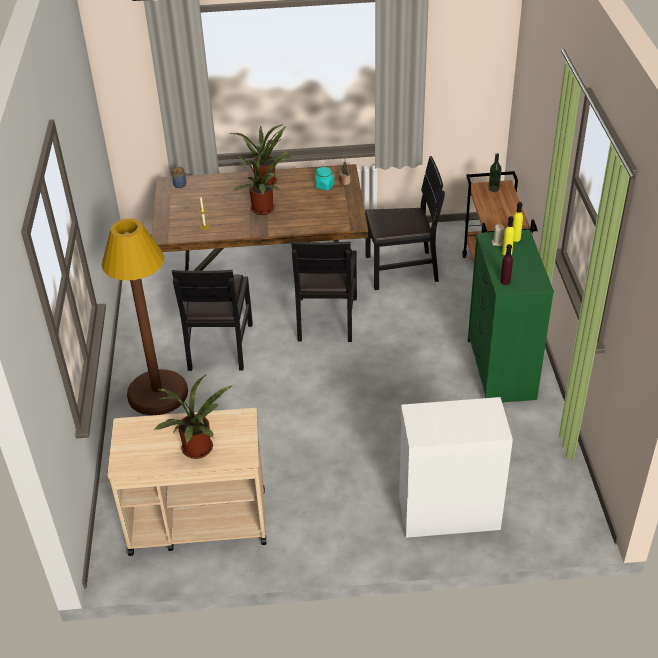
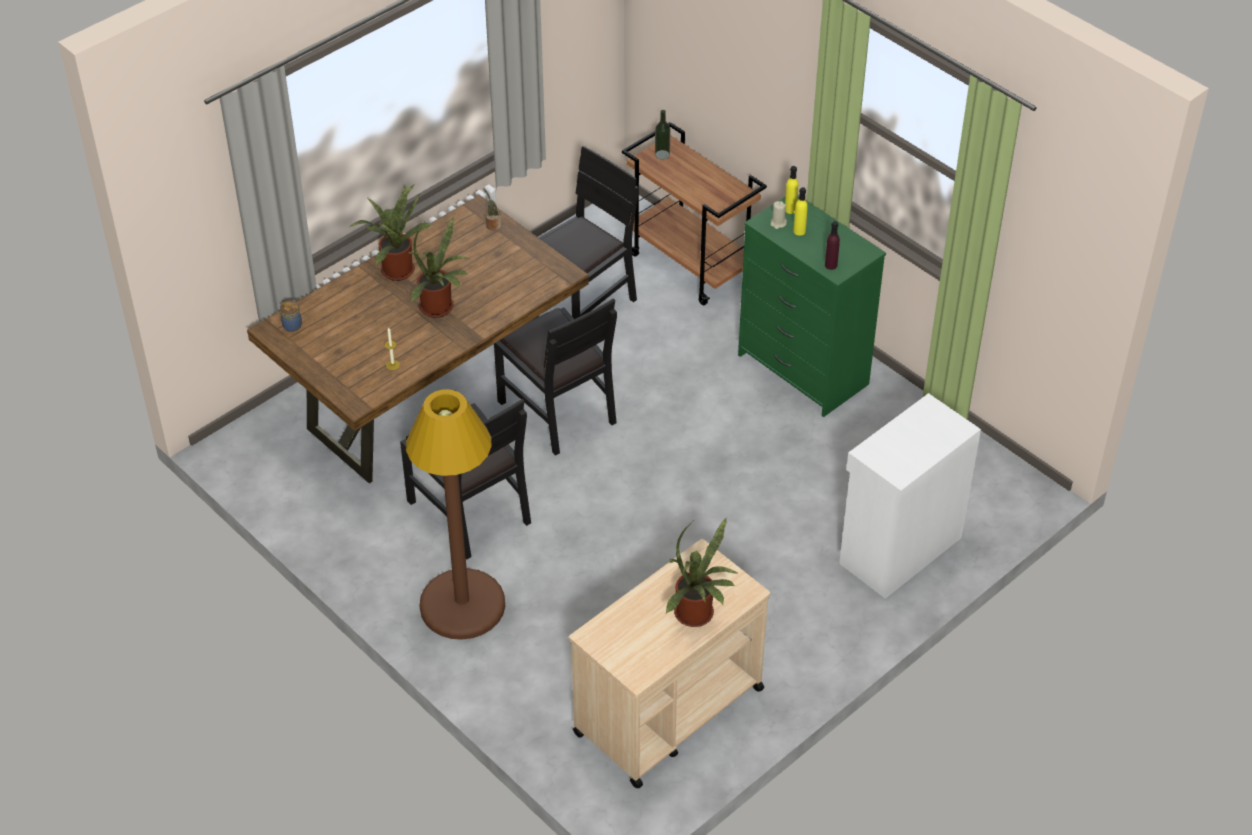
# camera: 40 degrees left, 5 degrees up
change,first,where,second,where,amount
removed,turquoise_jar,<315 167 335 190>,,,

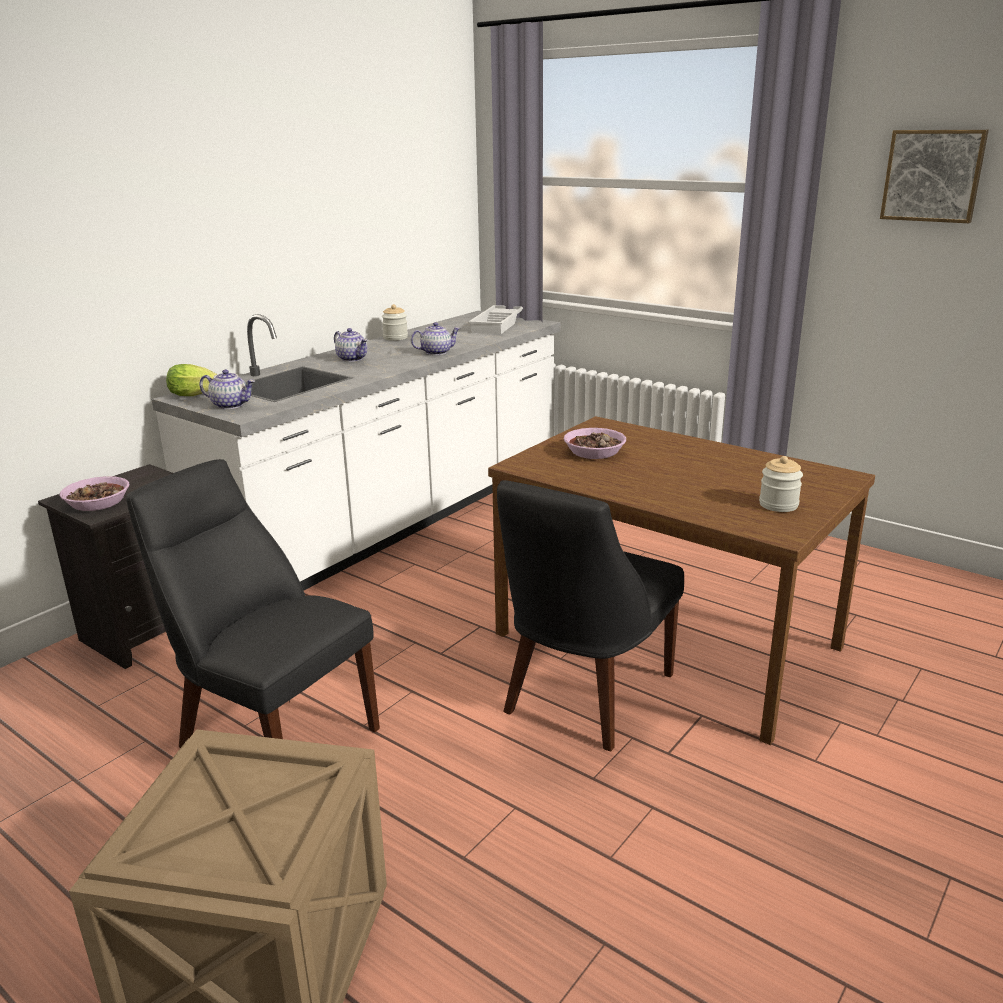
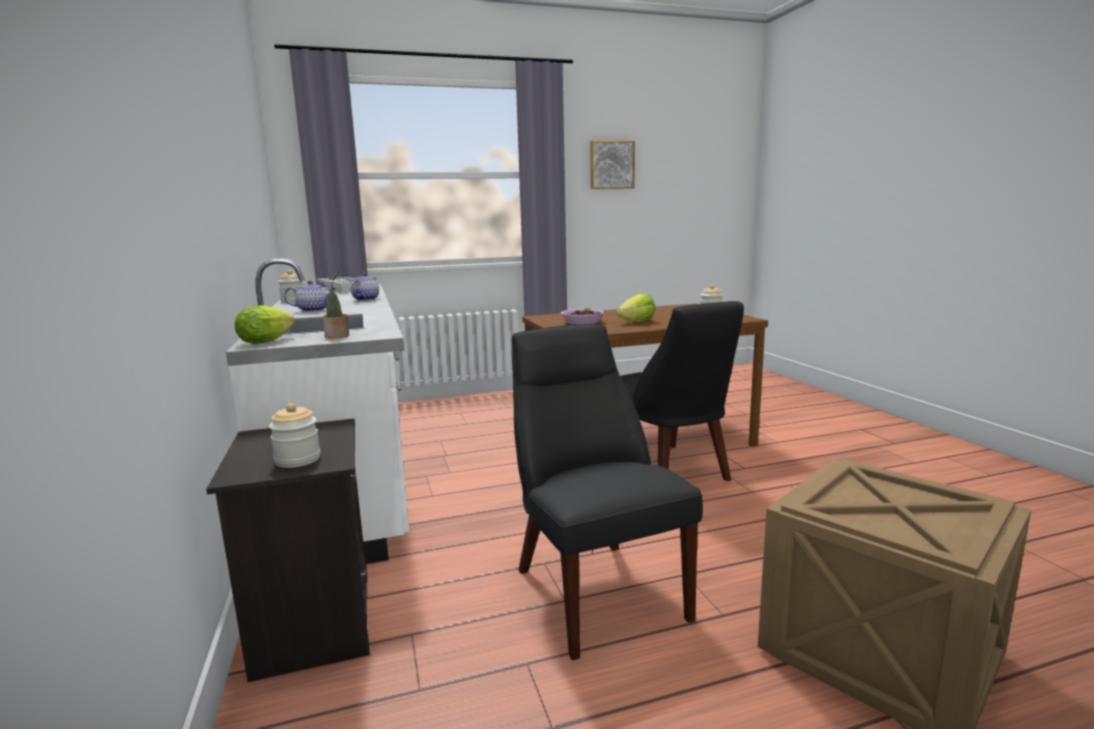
# camera: 55 degrees left, 10 degrees down
change,first,where,second,where,amount
added,,,lettuce,<617 293 656 322>,
replaced,bowl,<59 476 129 511>,jar,<269 403 320 468>,
replaced,teapot,<199 370 255 409>,potted_plant,<323 271 349 338>,
turned,black_chair,<126 459 380 748>,,<512 324 703 660>,90 degrees clockwise

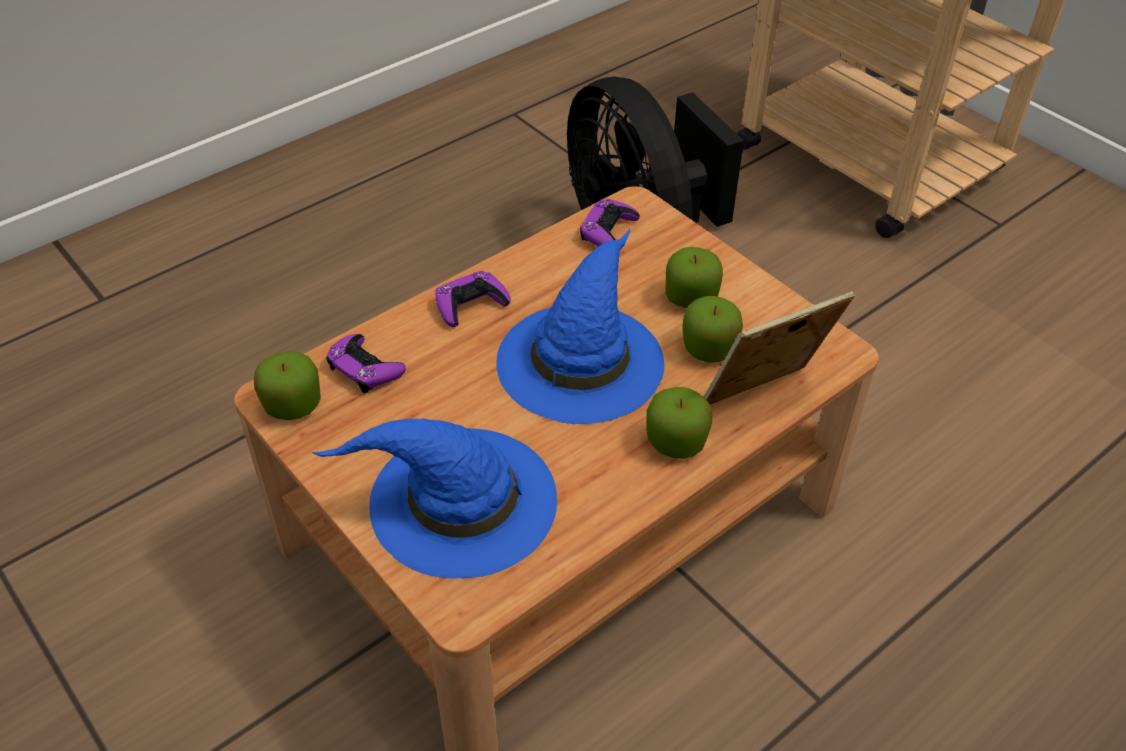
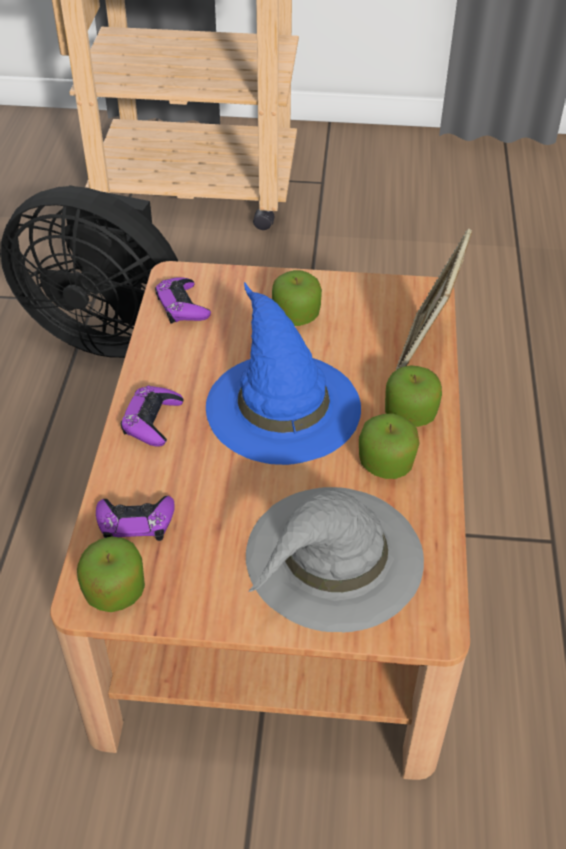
# camera: 45 degrees left, 0 degrees up
change,first,where,second,where,amount
moved,apple,<683 296 743 362>,,<359 413 420 479>,
recoloured,blue_hat,<312 419 557 579>,grey_hat,<246 487 424 632>,

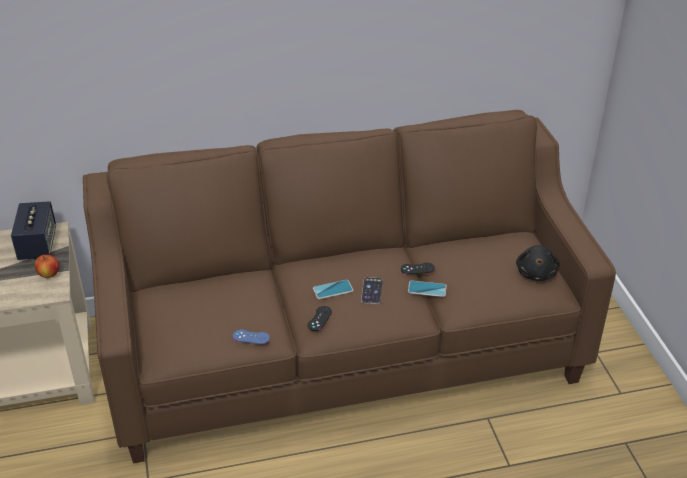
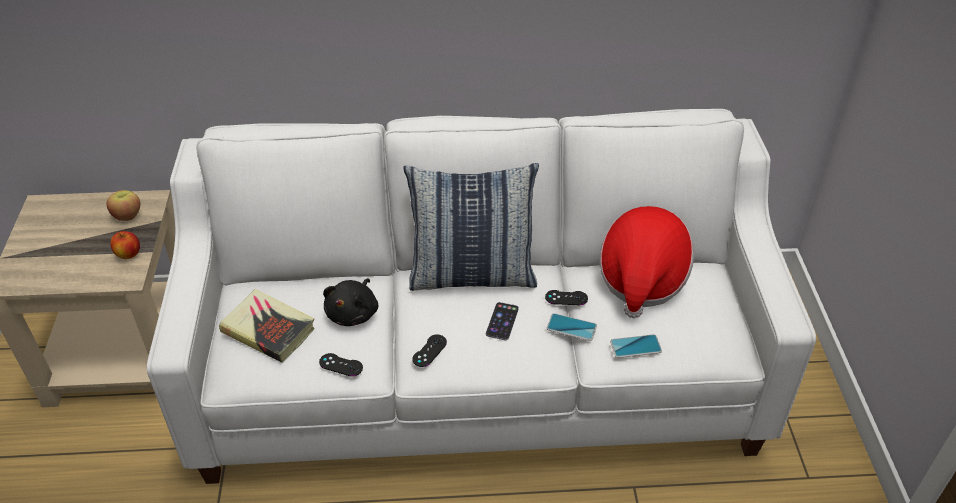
# camera: 10 degrees right, 5 degrees up
change,first,where,second,where,amount
added,,,book,<219 289 315 363>,
added,,,pillow,<403 163 539 291>,
added,,,hat,<599 206 694 318>,
moved,phone,<313 280 353 299>,,<610 334 662 358>,
moved,black_plush_toy,<516 245 560 281>,,<323 278 378 326>,
replaced,speaker,<11 201 56 260>,apple,<107 190 140 221>,
recoloured,brown_sofa,<83 110 616 463>,white_sofa,<147 109 816 484>,
recoloured,blue_game_controller,<233 330 270 344>,black_game_controller,<319 353 363 376>,

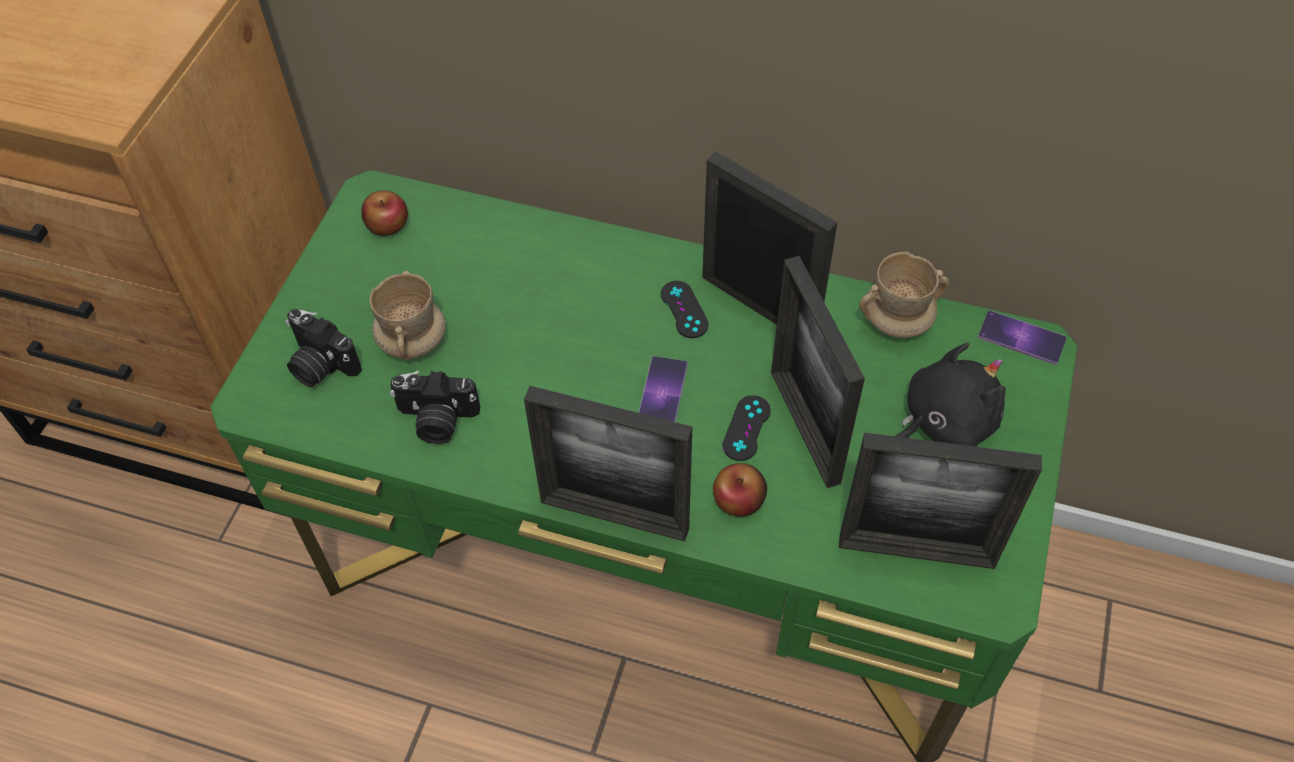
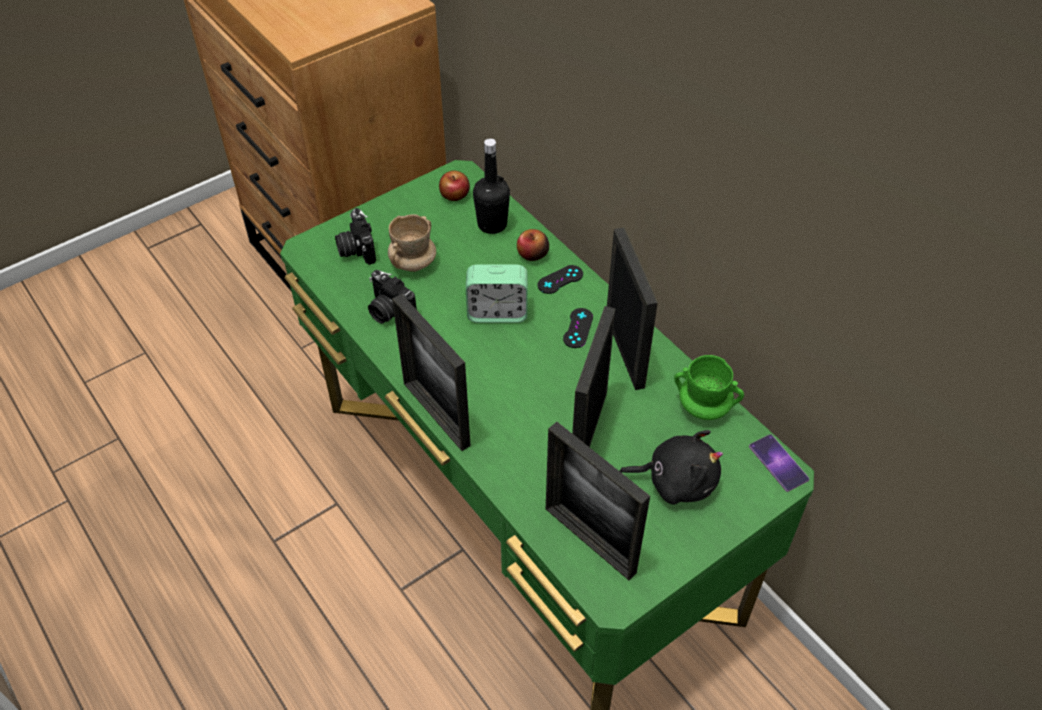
# camera: 35 degrees right, 5 degrees down
change,first,where,second,where,amount
removed,phone,<639 356 688 422>,,,
added,,,alarm_clock,<466 264 528 323>,
added,,,black_bottle,<473 138 510 234>,
moved,apple,<713 463 767 517>,,<517 229 549 261>,
moved,black_game_controller,<722 395 771 461>,,<538 265 583 294>,
recoloured,beige_mug,<859 252 949 338>,green_mug,<674 355 744 420>,

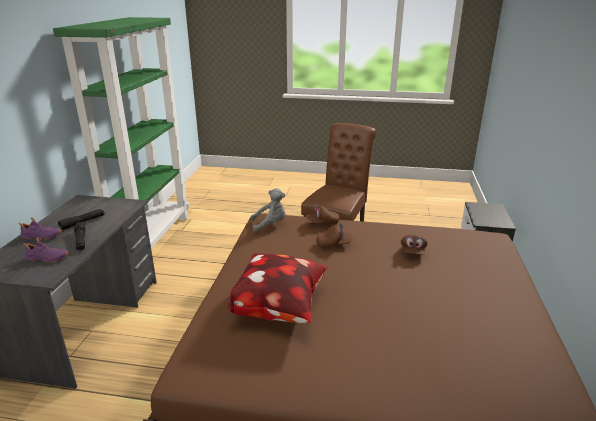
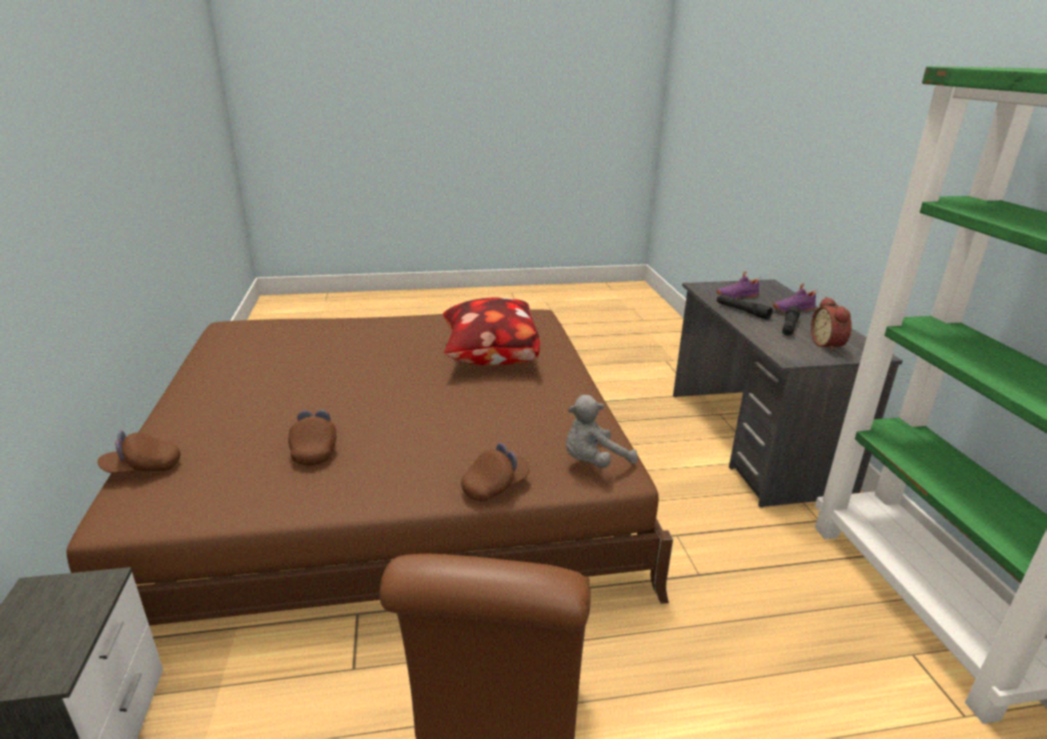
# camera: 160 degrees right, 0 degrees up
change,first,where,second,where,amount
added,,,alarm_clock,<811 297 852 352>,
moved,brown_cap,<316 223 353 248>,,<98 431 180 473>,

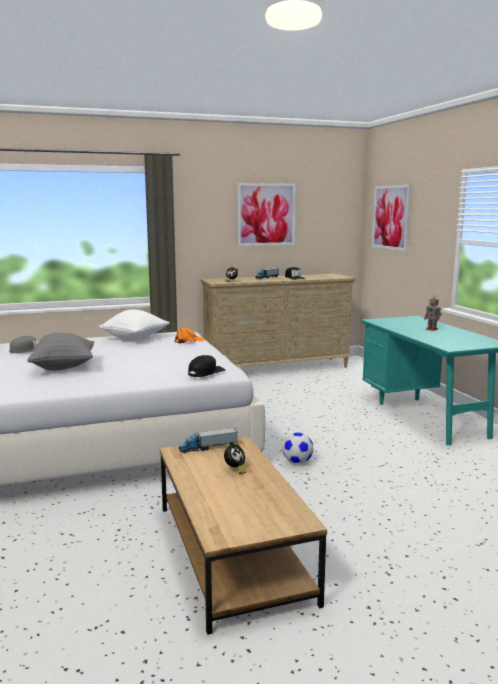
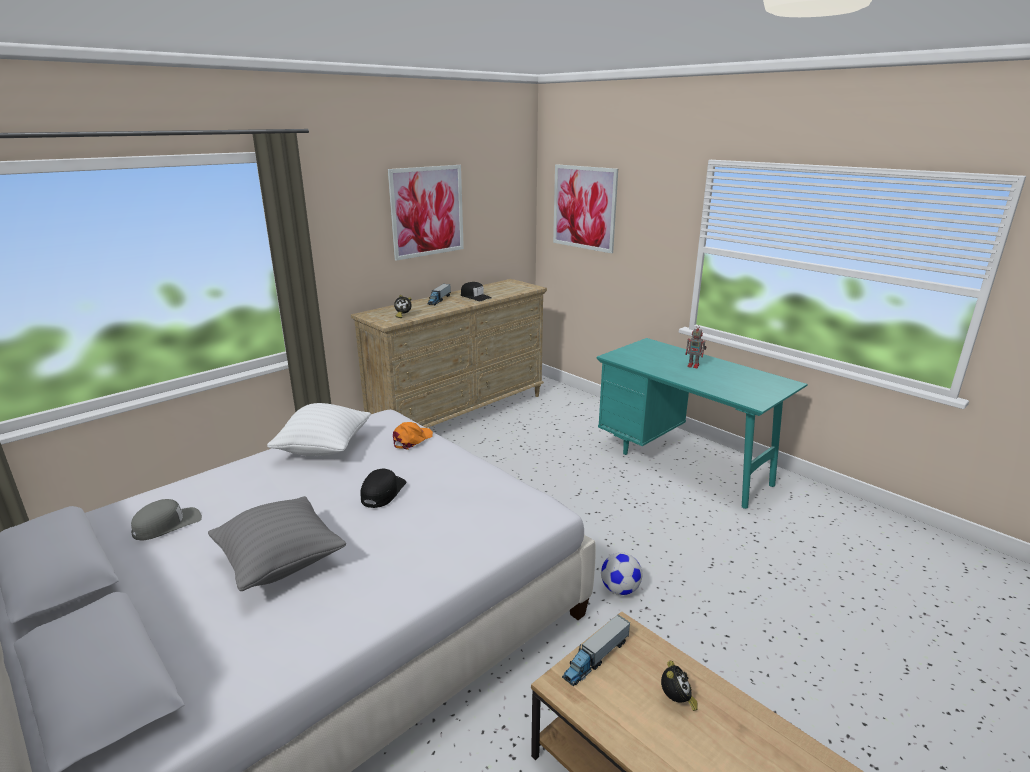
# camera: 25 degrees left, 10 degrees up
change,first,where,second,where,amount
moved,black_cap,<188 355 225 377>,,<360 469 406 508>,

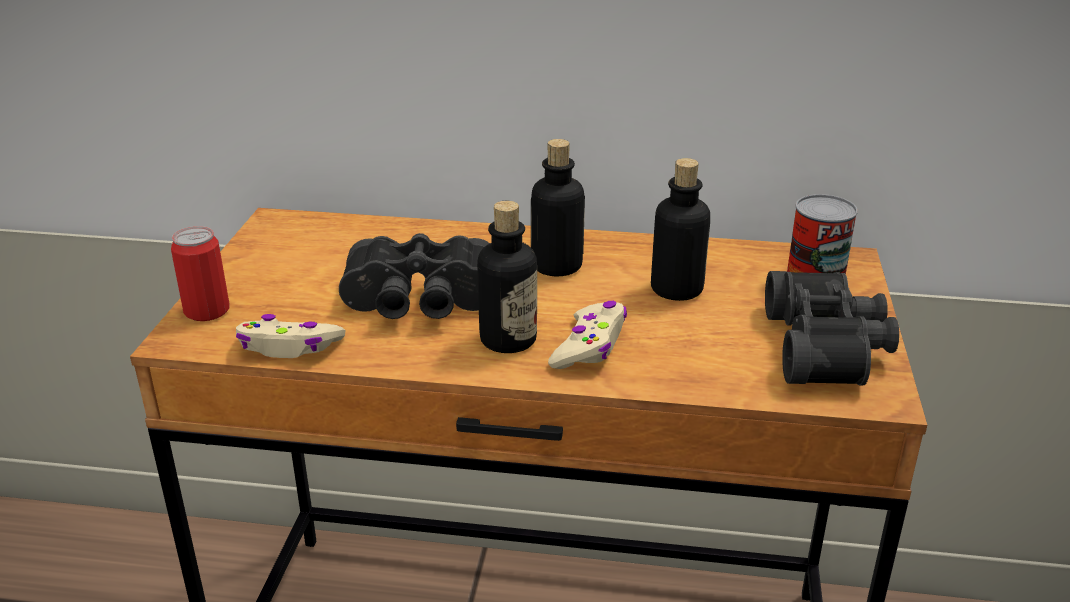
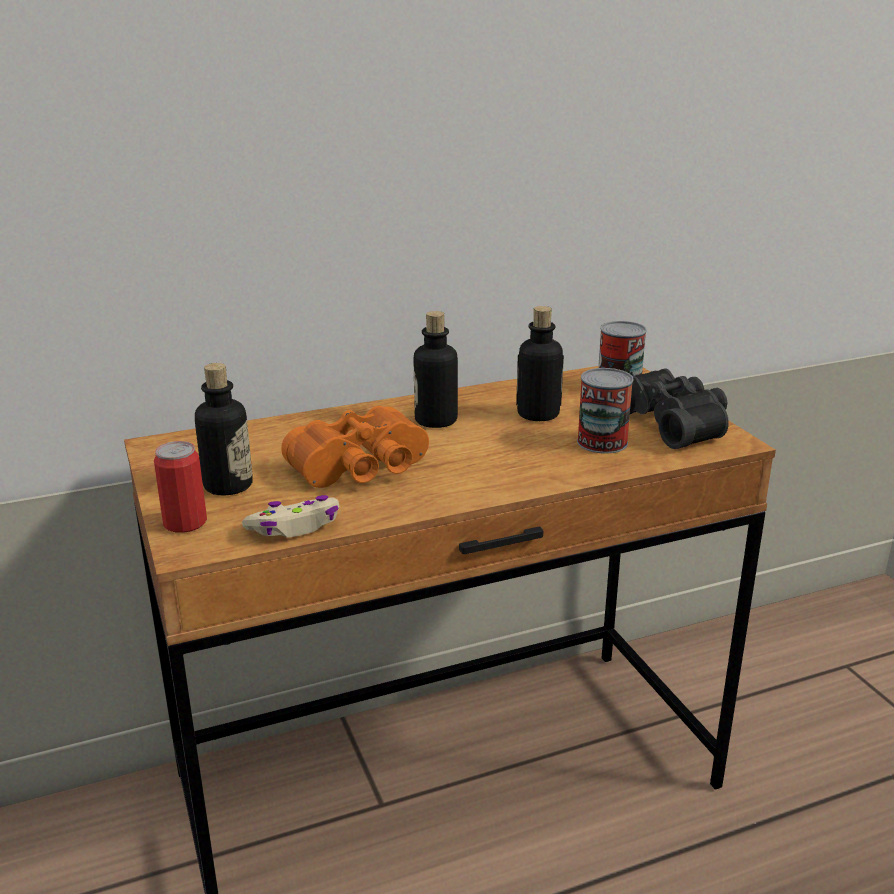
# camera: 30 degrees left, 5 degrees down
change,first,where,second,where,amount
removed,beige_game_controller,<548 301 627 369>,,,
added,,,can,<577 368 633 454>,
moved,bottle,<477 201 537 353>,,<195 363 253 495>,
recoloured,black_binoculars,<339 233 490 319>,orange_binoculars,<281 406 429 488>,

